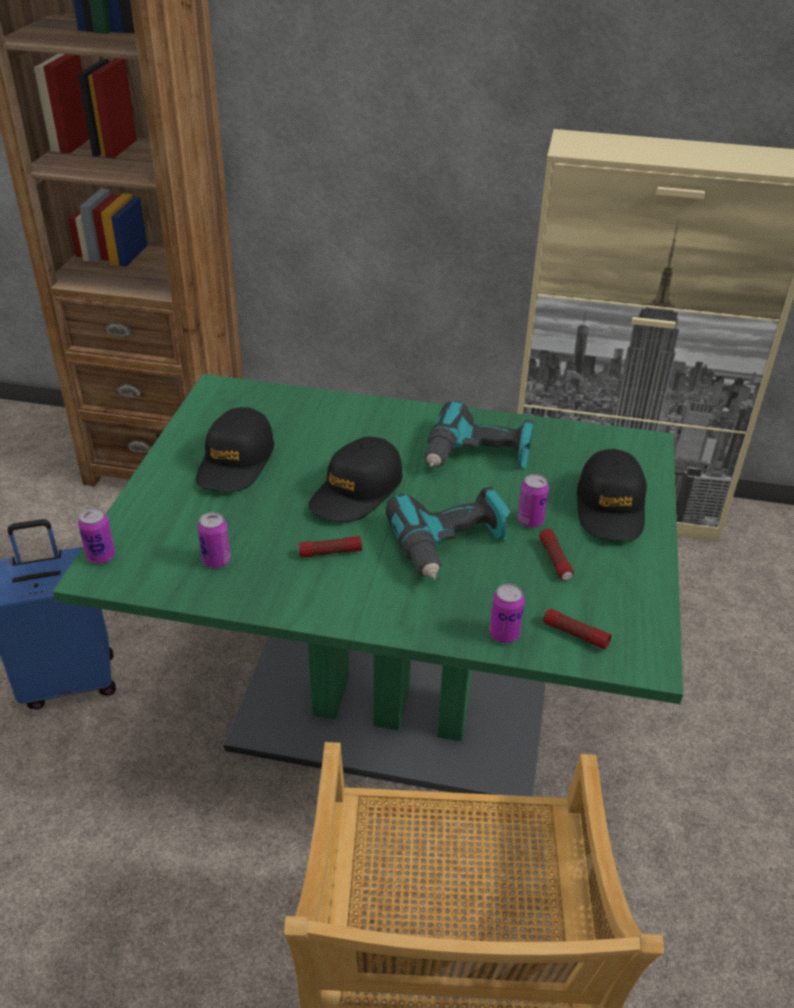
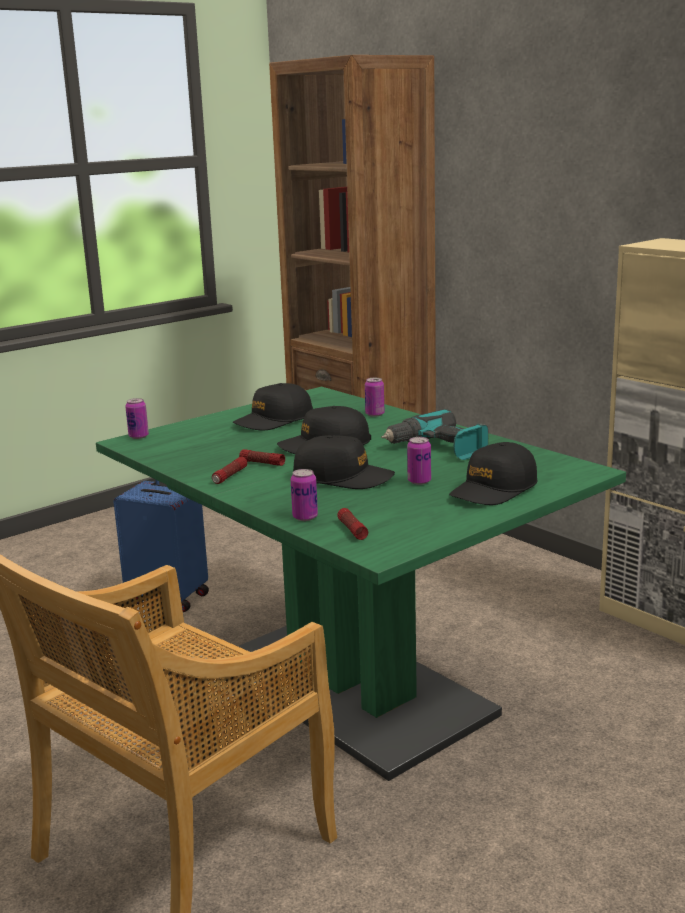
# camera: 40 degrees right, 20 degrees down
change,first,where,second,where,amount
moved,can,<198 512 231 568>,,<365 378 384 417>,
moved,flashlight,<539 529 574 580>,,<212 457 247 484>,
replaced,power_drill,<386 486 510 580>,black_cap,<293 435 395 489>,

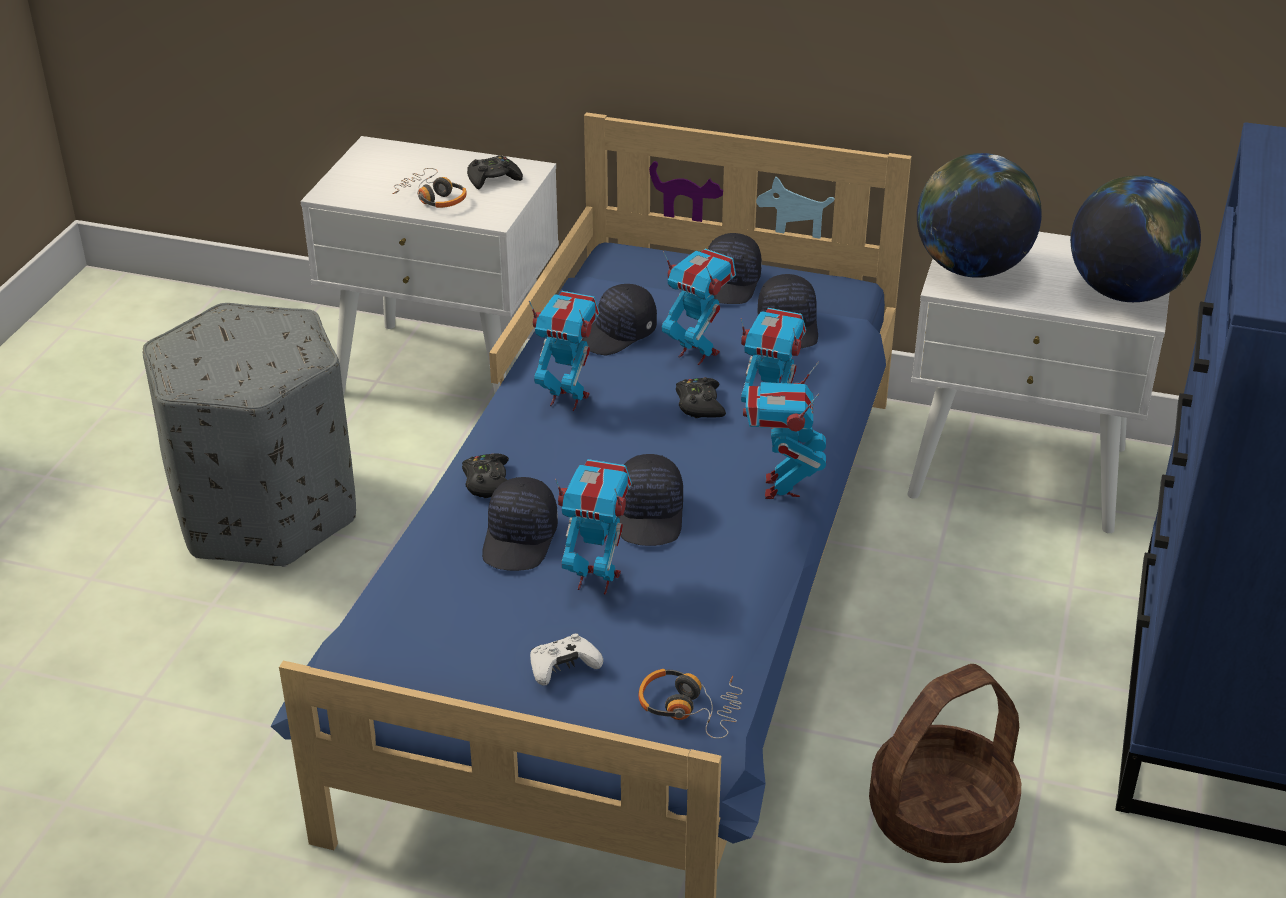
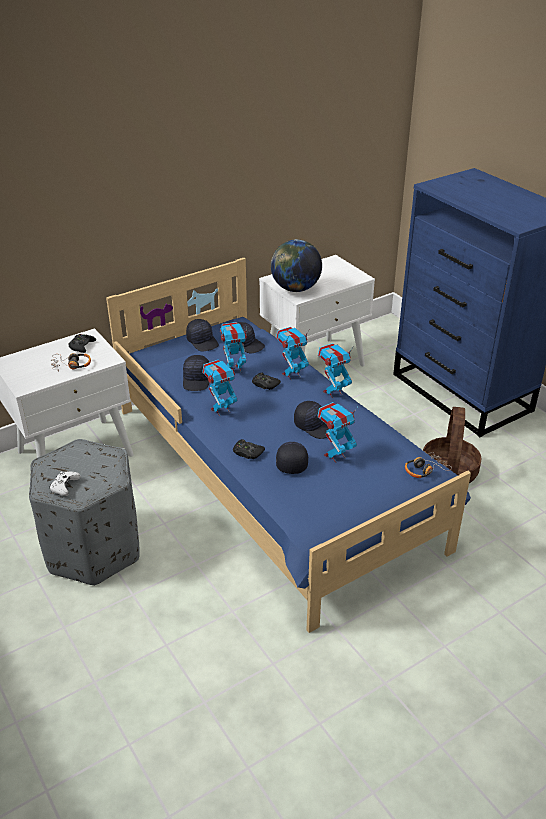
# camera: 50 degrees left, 0 degrees up
change,first,where,second,where,amount
removed,globe,<1070 175 1201 302>,,,
moved,white_game_controller,<530 633 603 686>,,<49 471 80 496>,
turned,black_cap,<482 477 558 571>,,<276 442 308 474>,135 degrees counterclockwise
turned,toy_robot,<743 361 826 499>,,<318 343 354 398>,105 degrees clockwise

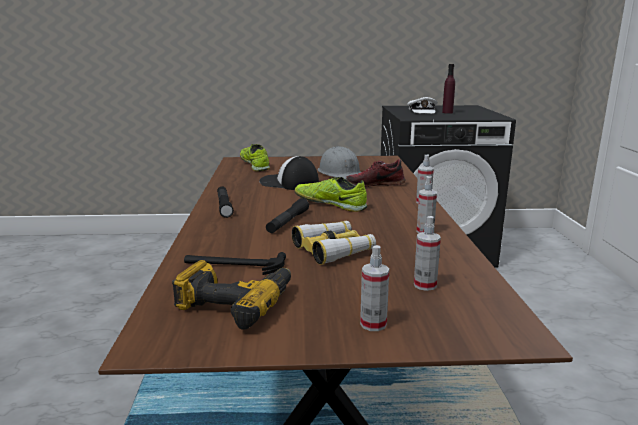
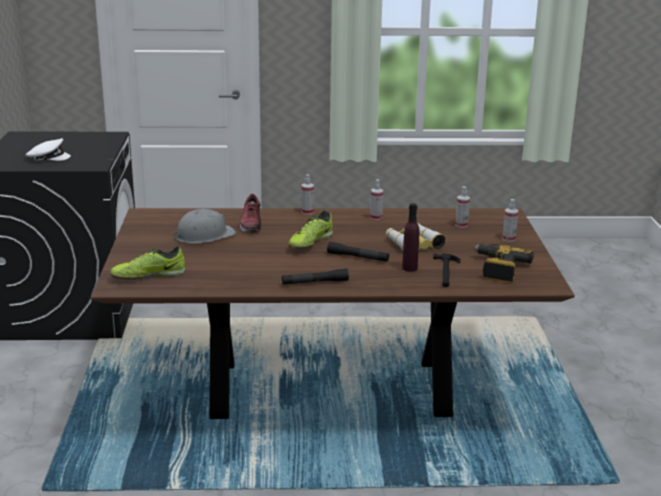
# camera: 90 degrees left, 5 degrees up
change,first,where,second,where,amount
removed,cap,<259 156 319 190>,,,
moved,purple_bottle,<442 64 455 114>,,<402 204 419 272>,

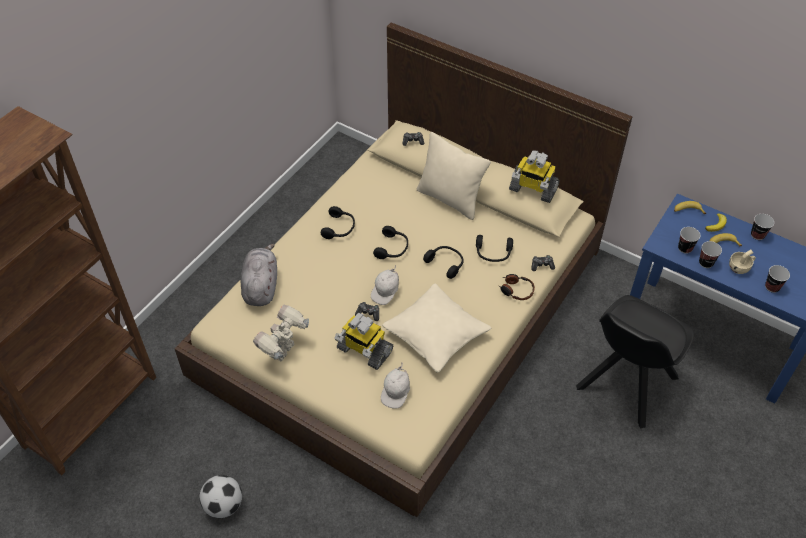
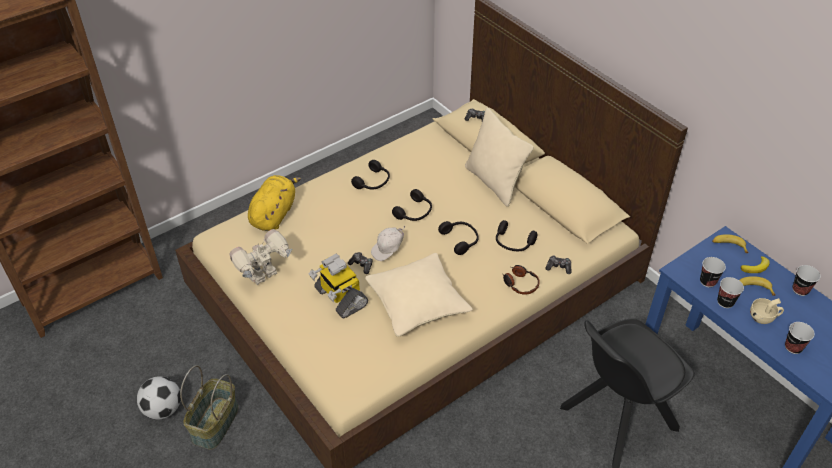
# camera: 20 degrees right, 5 degrees down
change,first,where,second,where,amount
removed,white_cap,<381 363 410 409>,,,
removed,toy_robot,<509 151 559 203>,,,
added,,,basket,<180 365 238 450>,
recoloured,grey_plush_toy,<240 244 277 306>,yellow_plush_toy,<248 175 301 231>,

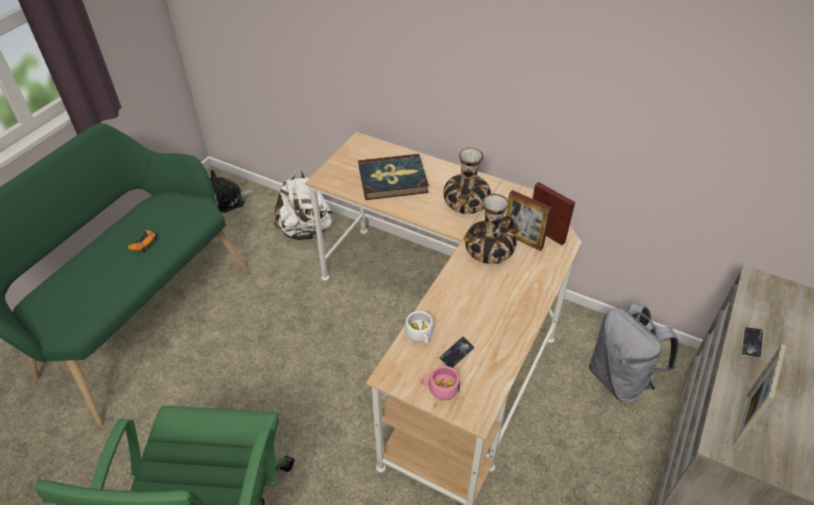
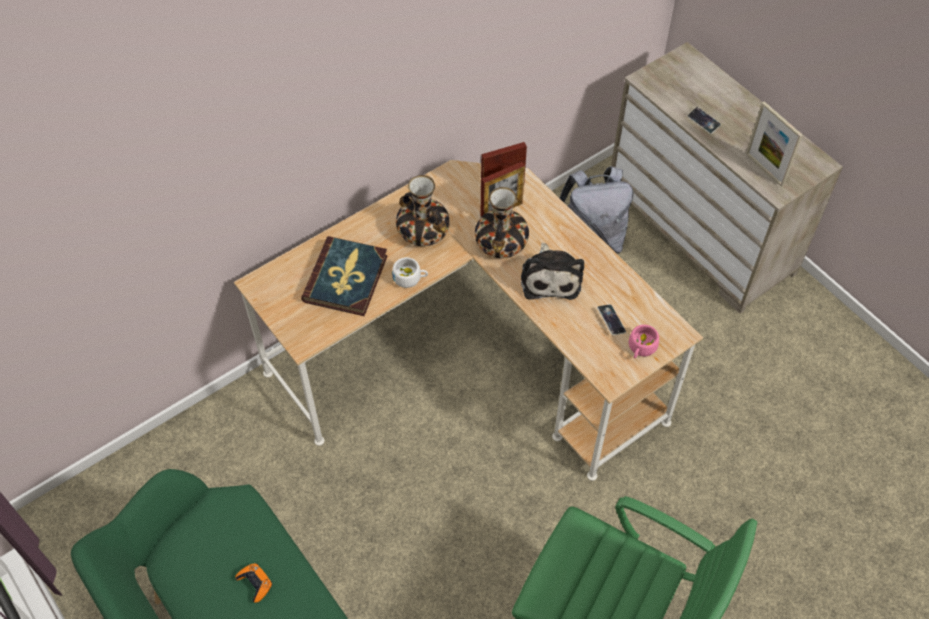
# camera: 65 degrees left, 10 degrees up
change,first,where,second,where,amount
removed,white_backpack,<274 169 333 240>,,,
moved,plush_toy,<210 170 255 213>,,<521 243 584 300>,
moved,white_cup,<405 311 434 345>,,<392 257 428 288>,

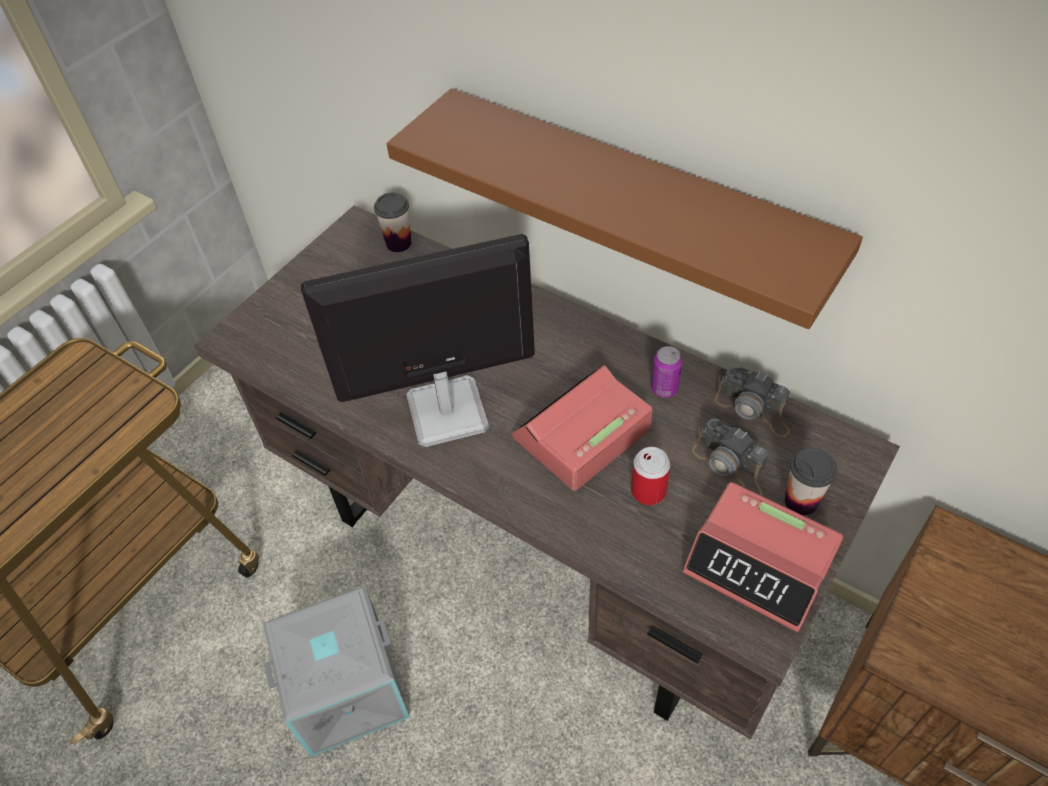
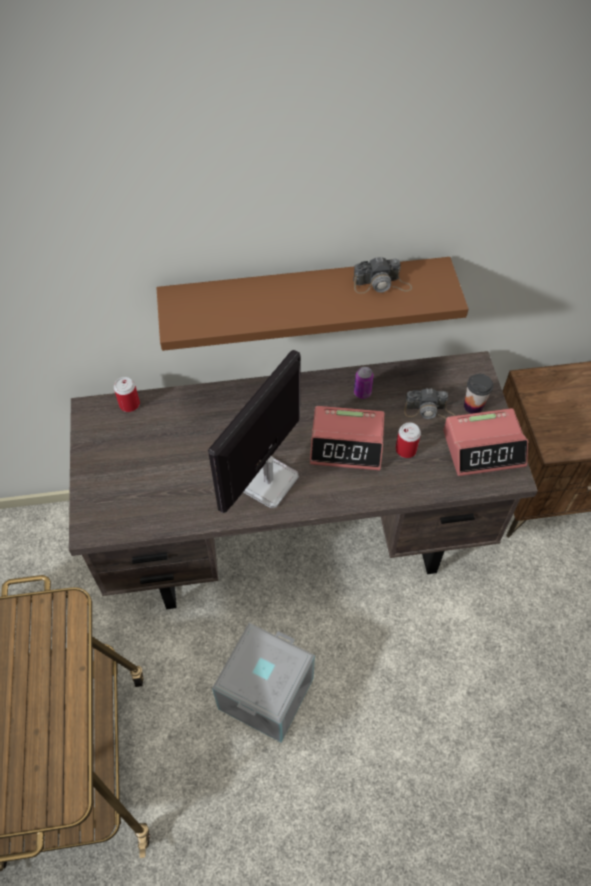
# camera: 45 degrees left, 5 degrees up
change,first,where,second,where,amount
moved,photo_camera,<715 367 790 438>,,<353 256 412 294>,
replaced,cup,<374 193 411 252>,can,<114 377 140 412>,
turned,alarm_clock,<512 365 653 491>,,<310 406 384 470>,90 degrees counterclockwise

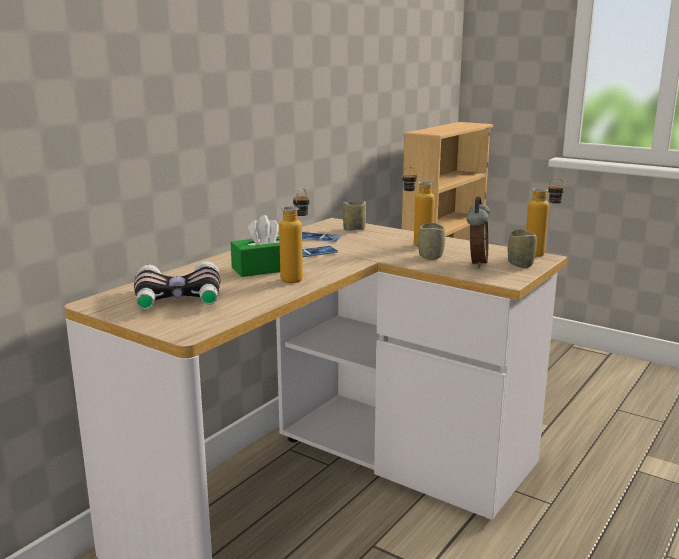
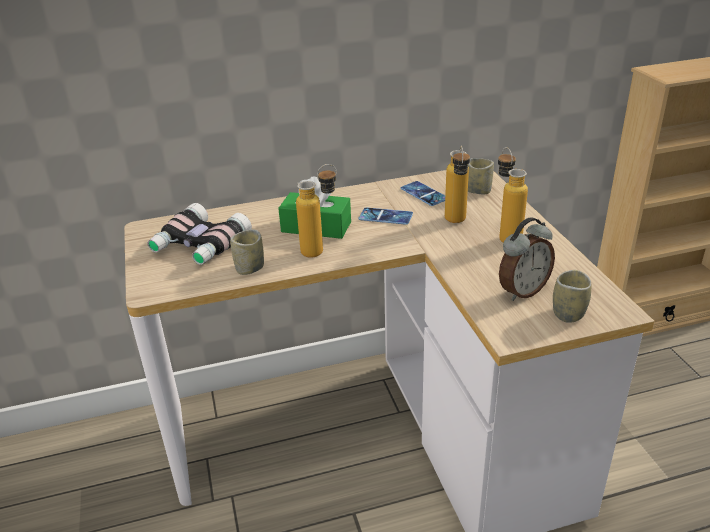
# camera: 40 degrees right, 15 degrees up
change,first,where,second,where,amount
moved,cup,<418 222 445 260>,,<230 230 264 275>,
moved,bottle,<526 177 564 257>,,<445 146 470 223>,

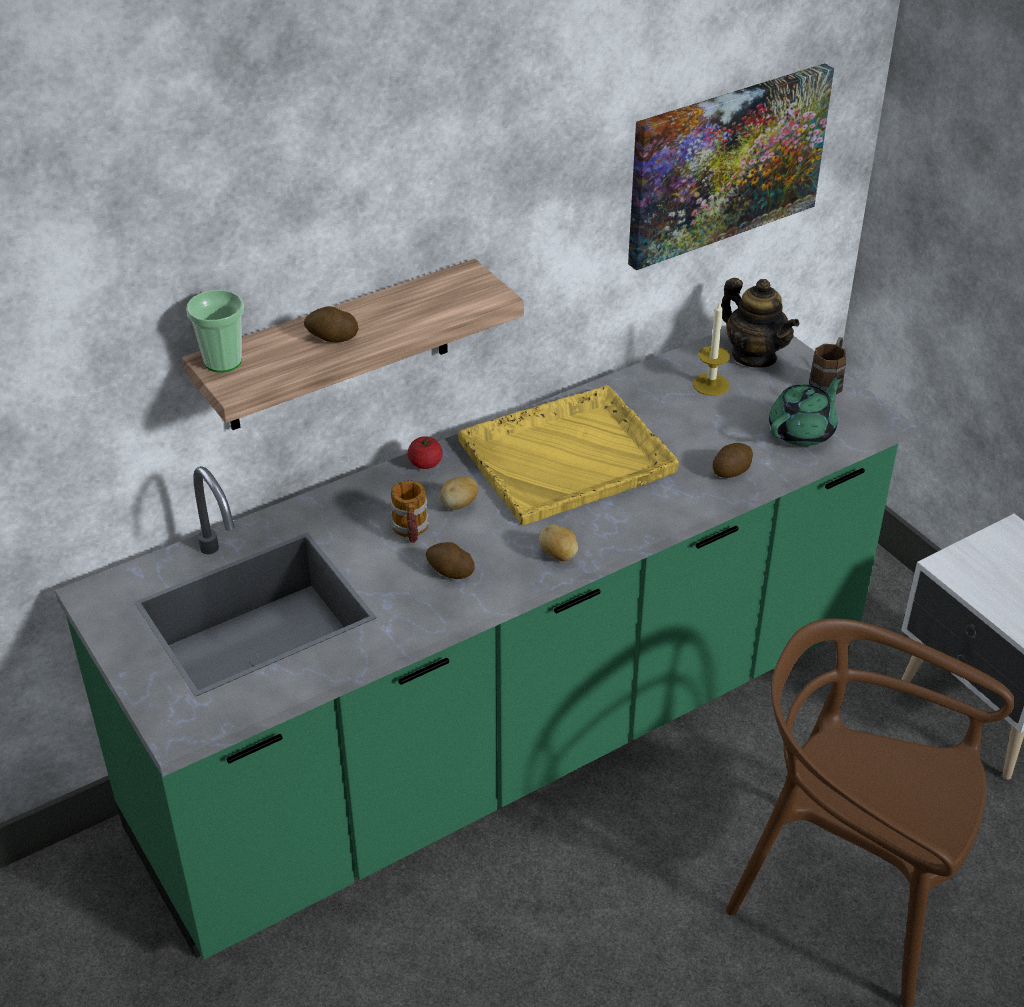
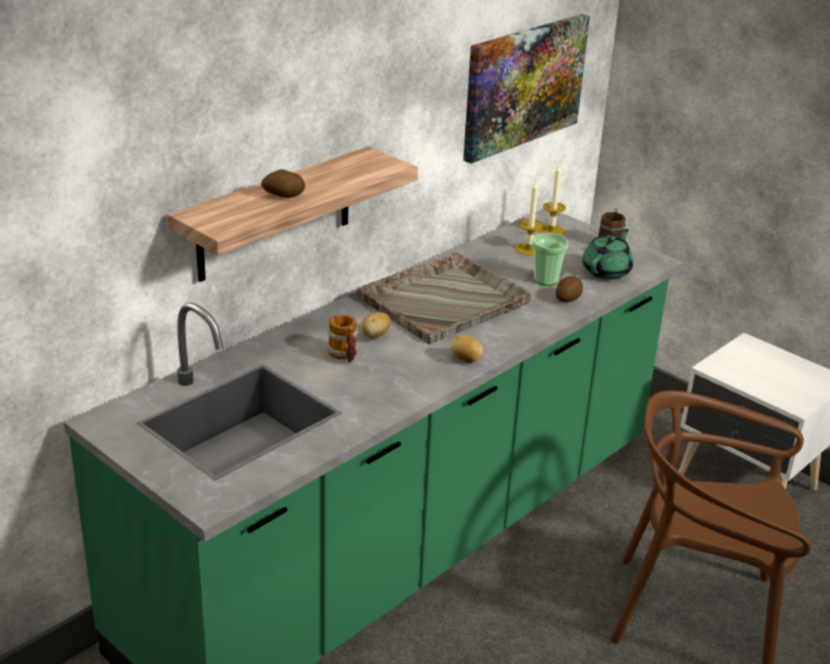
# camera: 15 degrees left, 10 degrees down
change,first,where,second,where,amount
removed,tomato,<408 436 443 469>,,,
removed,potato,<426 542 475 579>,,,
moved,cup,<186 290 244 373>,,<532 233 568 286>,
replaced,teapot,<721 278 799 368>,candle,<538 165 566 236>,
recoloured,yellow_tray,<458 385 679 525>,grey_tray,<357 252 531 344>,

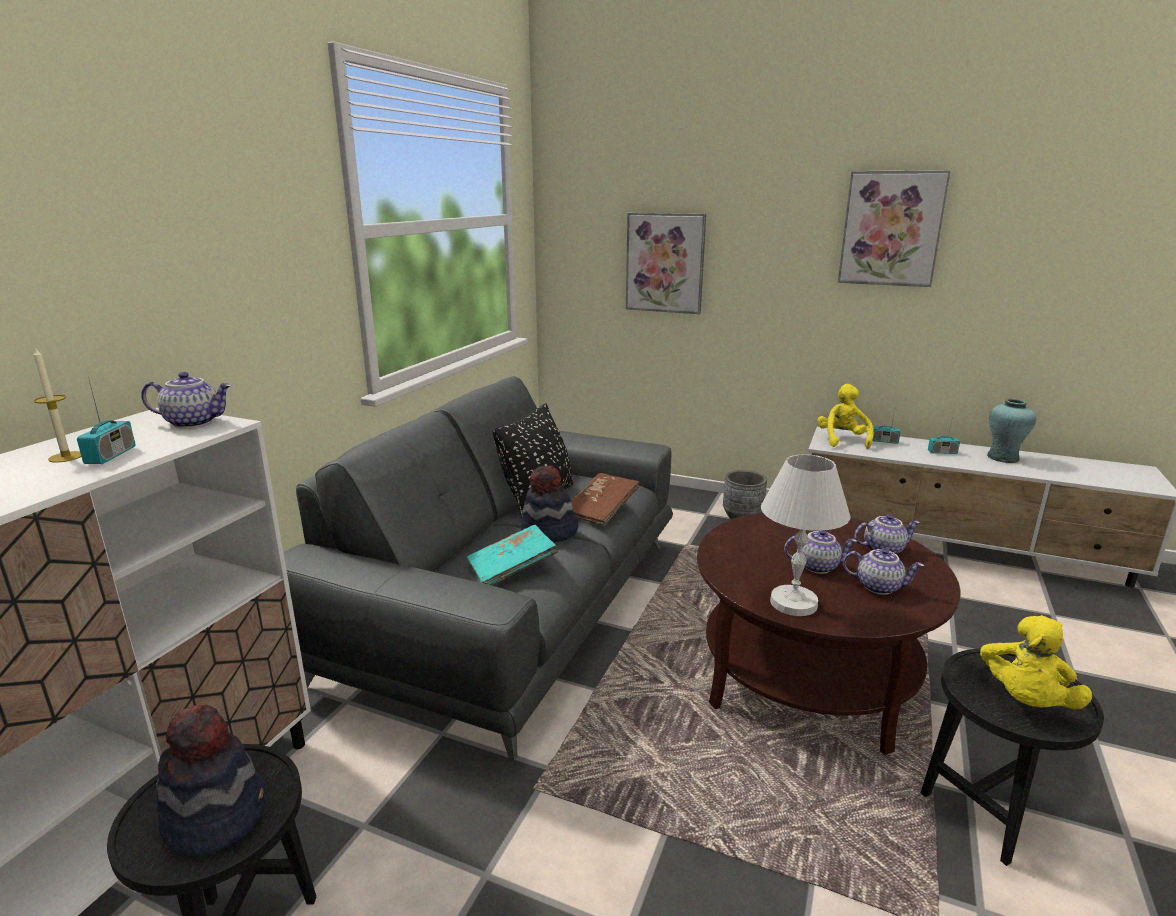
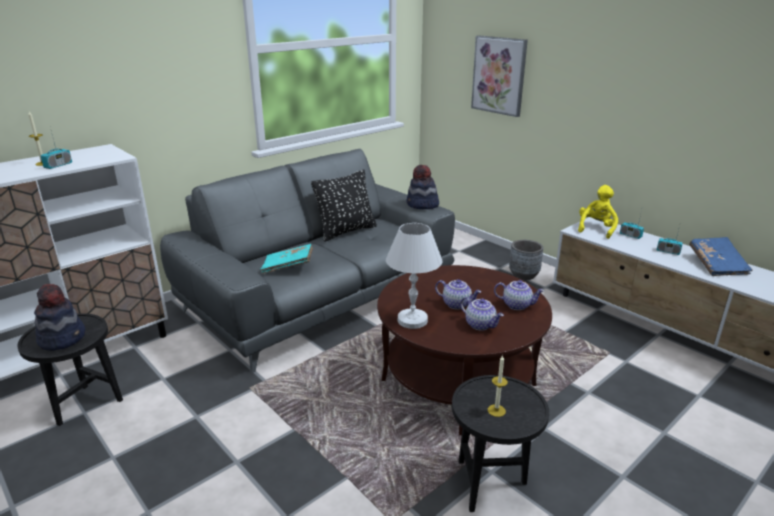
# camera: 25 degrees right, 5 degrees up
change,first,where,second,where,amount
removed,teapot,<141 372 232 428>,,,
removed,brown_book,<571 473 640 526>,,,
removed,picture,<838 170 951 287>,,,
moved,hat,<521 466 578 542>,,<407 165 439 209>,
replaced,yellow_plush_toy,<980 615 1092 709>,candle,<488 355 508 417>,
replaced,turquoise_vase,<987 399 1036 463>,blue_book,<689 237 753 276>,

